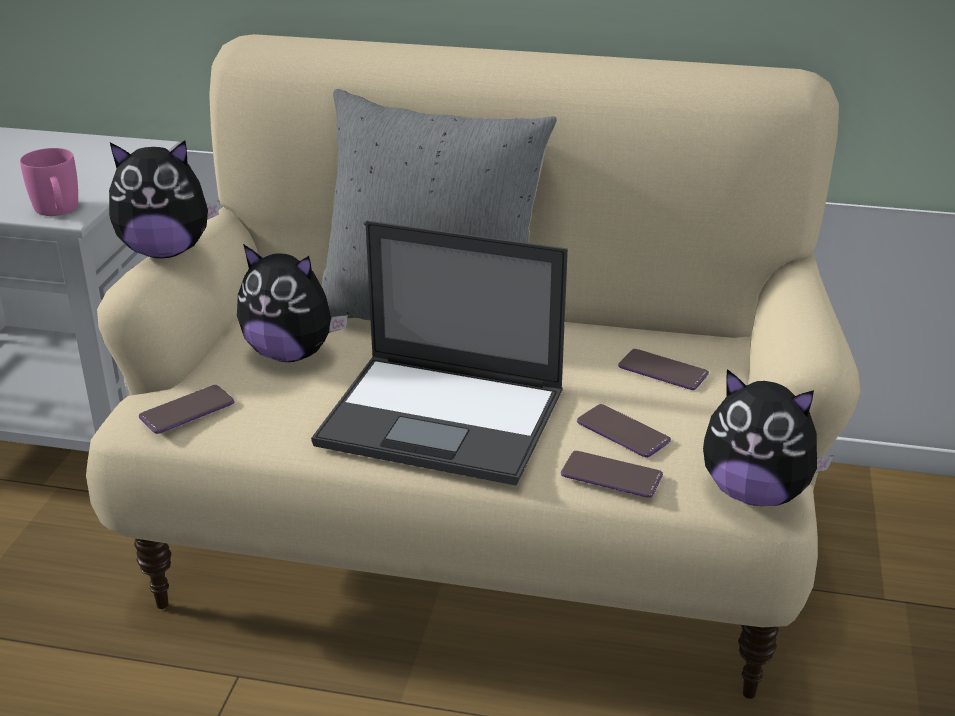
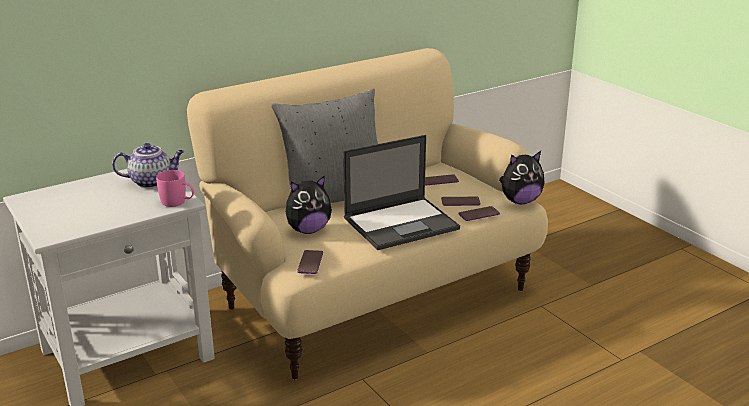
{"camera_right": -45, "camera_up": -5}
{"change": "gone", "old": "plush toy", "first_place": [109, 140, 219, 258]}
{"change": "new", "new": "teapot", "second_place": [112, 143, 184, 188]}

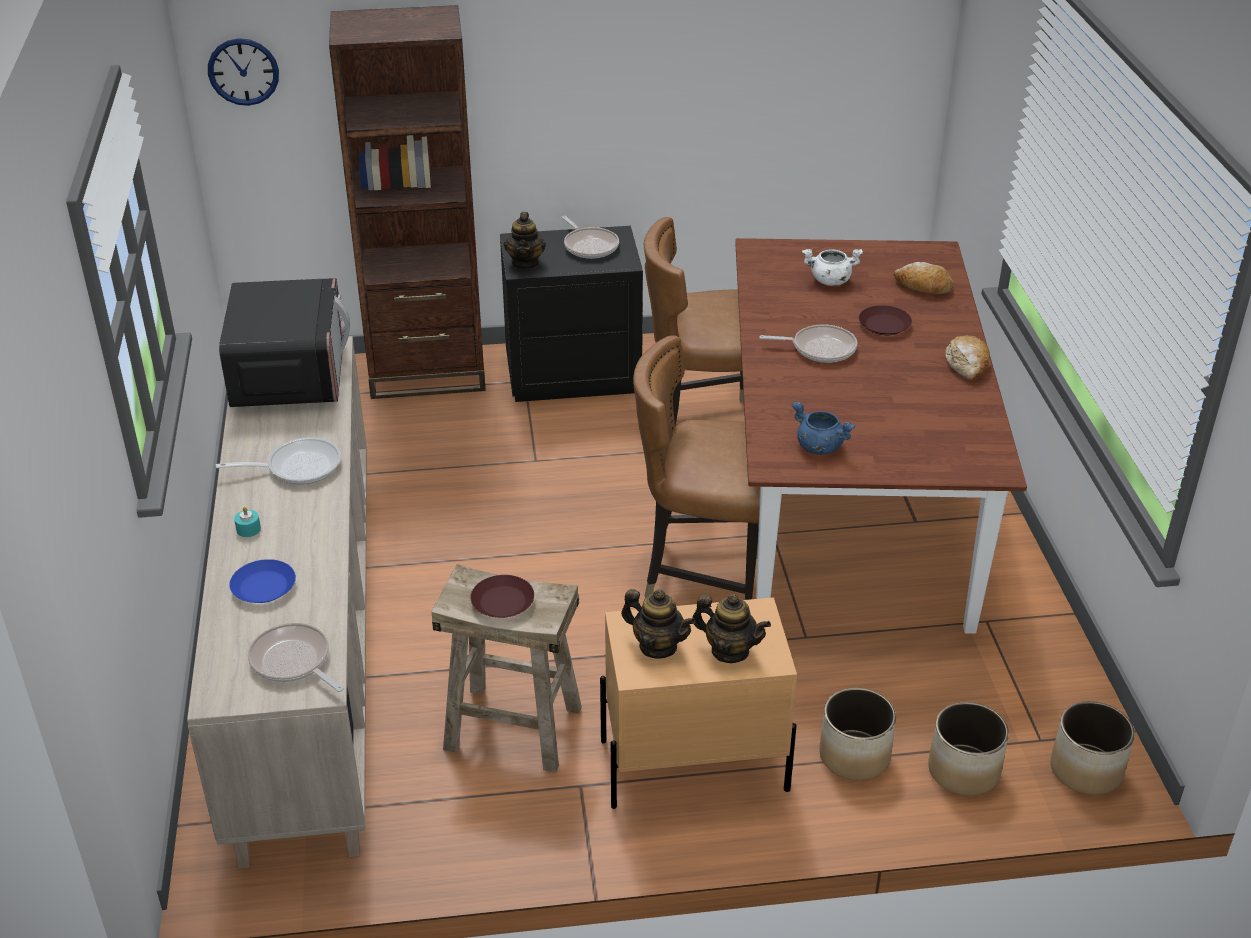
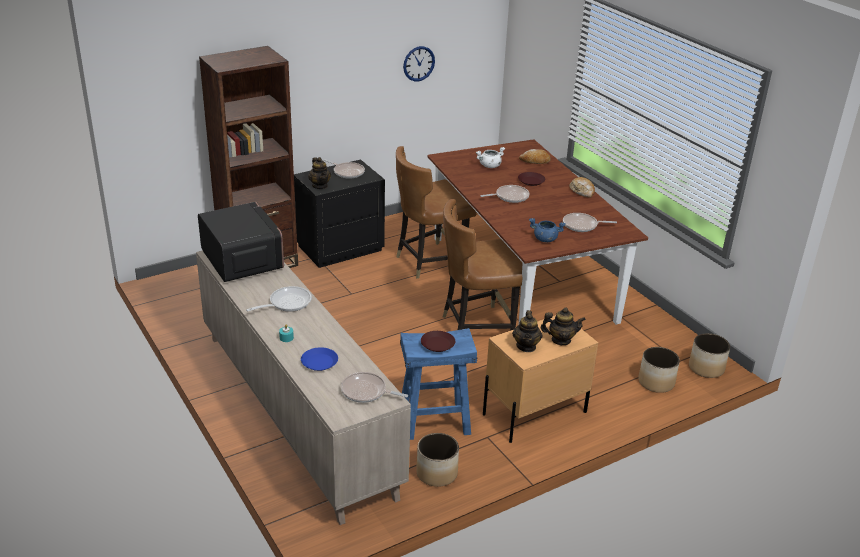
{"camera_right": -25, "camera_up": -5}
{"change": "shifted", "old": "wall clock", "first_place": [208, 38, 279, 106], "second_place": [403, 46, 435, 81]}
{"change": "repainted", "old": "beige stool", "new": "blue stool", "first_place": [432, 564, 582, 773], "second_place": [400, 328, 477, 440]}
{"change": "rotated", "old": "teapot", "first_place": [621, 589, 696, 659], "second_place": [512, 310, 543, 352], "degrees": 90}
{"change": "shifted", "old": "planter", "first_place": [819, 688, 896, 780], "second_place": [416, 433, 459, 487]}
{"change": "new", "new": "frying pan", "second_place": [563, 213, 617, 232]}

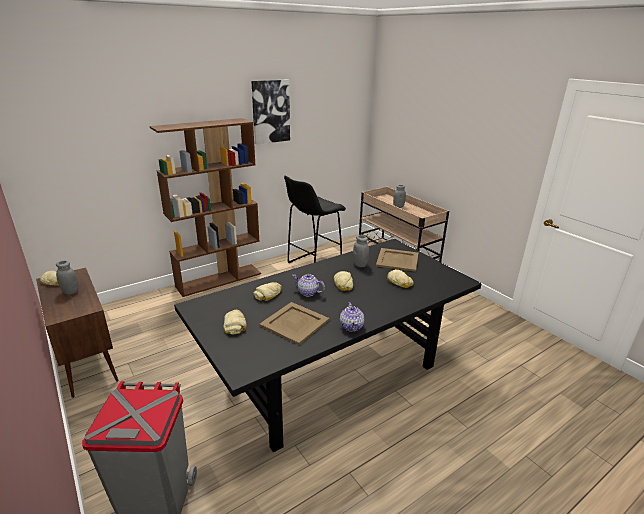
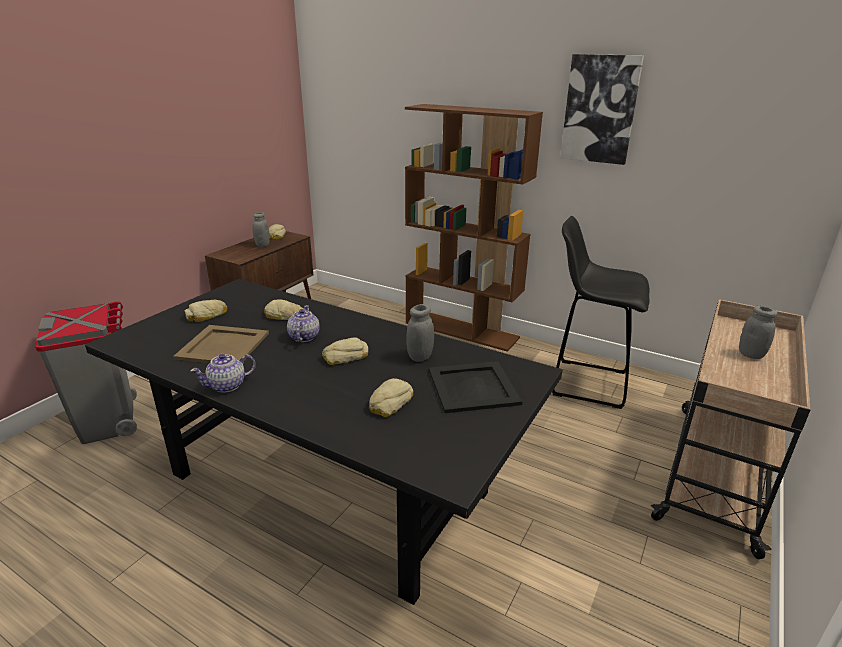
{"camera_right": 65, "camera_up": 0}
{"change": "repainted", "old": "beige tray", "new": "black tray", "first_place": [376, 248, 418, 272], "second_place": [429, 361, 522, 413]}

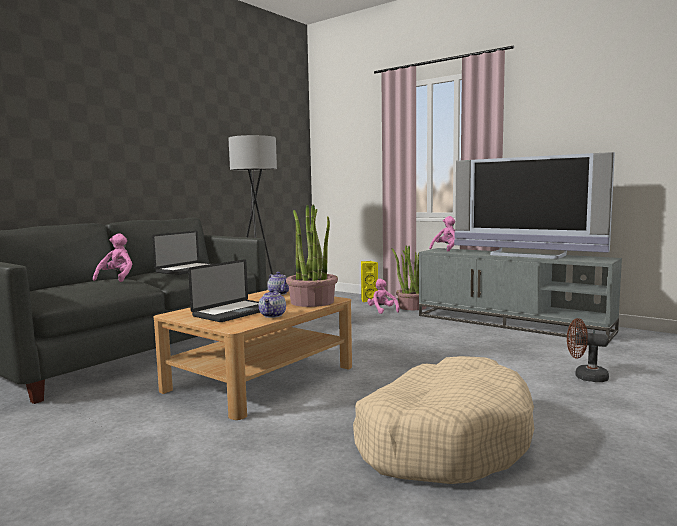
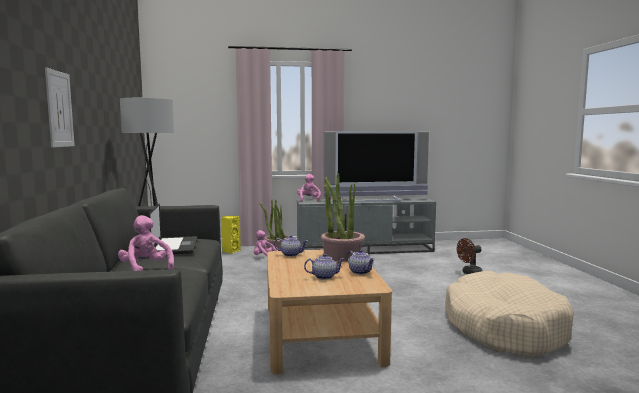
{"camera_right": -45, "camera_up": 0}
{"change": "swapped", "old": "laptop", "new": "teapot", "first_place": [188, 259, 260, 322], "second_place": [304, 253, 344, 280]}
{"change": "new", "new": "picture", "second_place": [45, 67, 75, 147]}

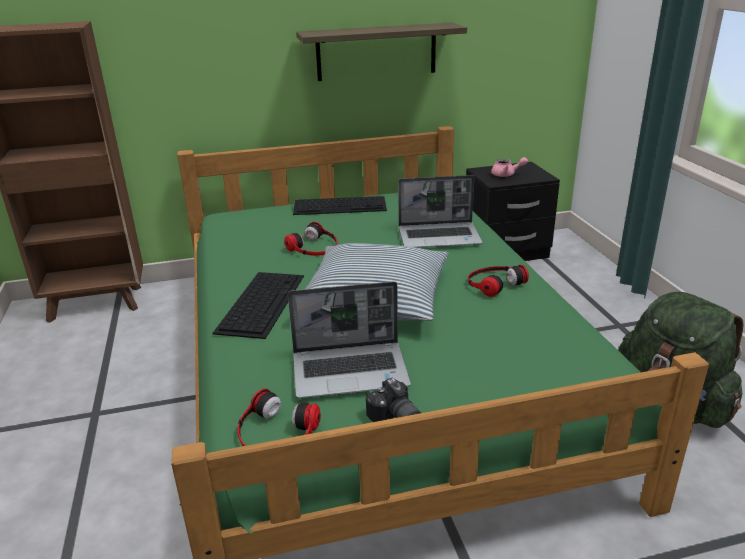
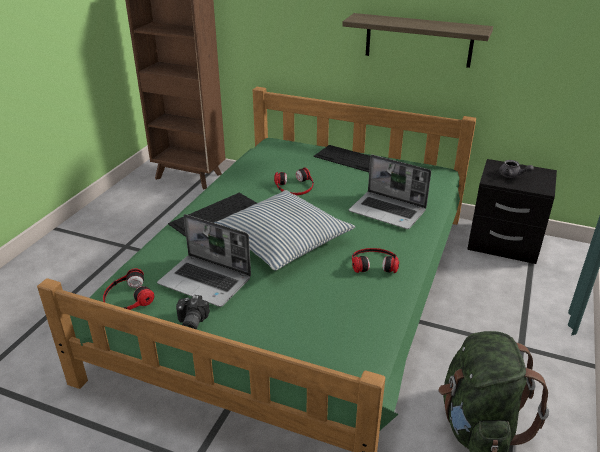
{"camera_right": 35, "camera_up": 5}
{"change": "repainted", "old": "pink teapot", "new": "grey teapot", "first_place": [491, 157, 528, 177], "second_place": [499, 160, 534, 178]}

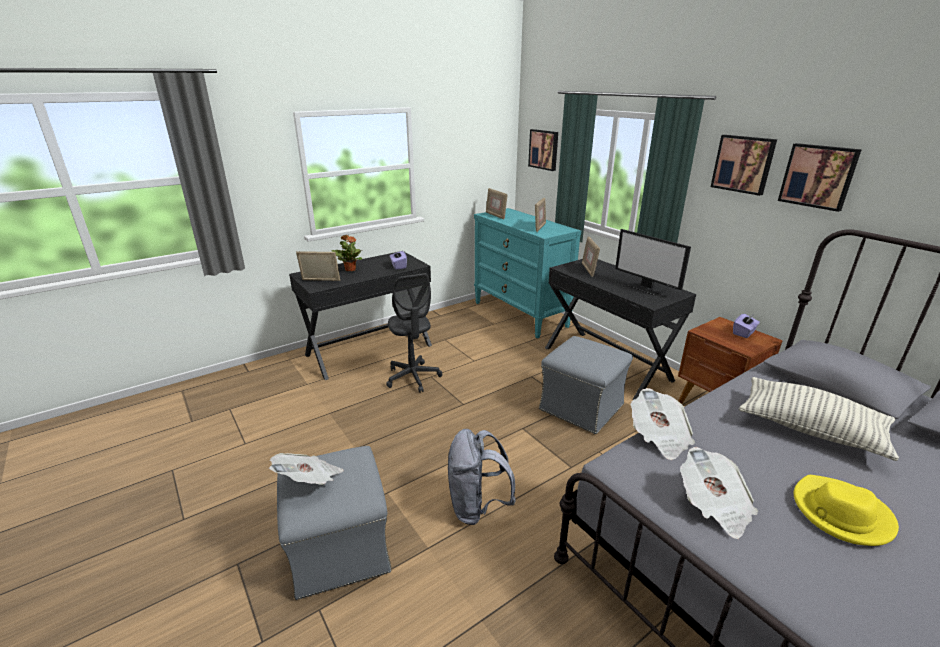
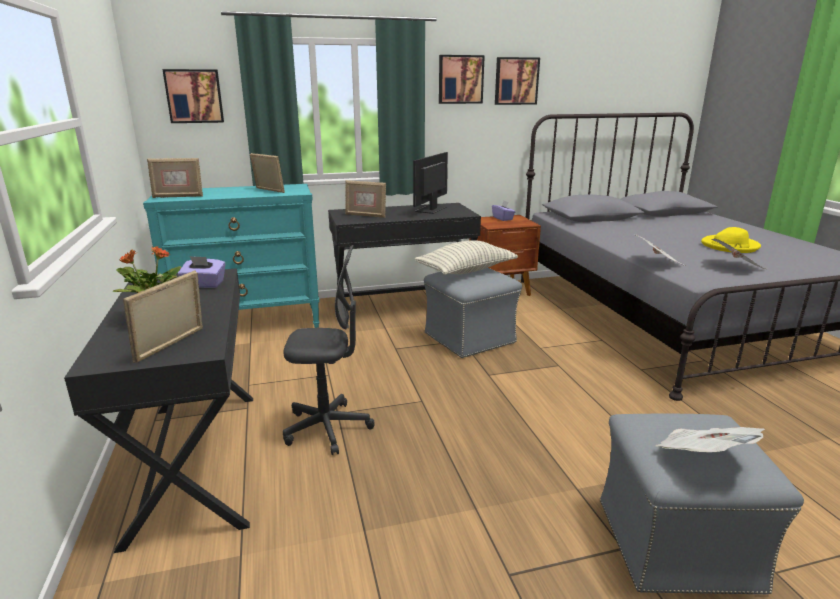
{"camera_right": -70, "camera_up": -5}
{"change": "gone", "old": "grey backpack", "first_place": [448, 429, 516, 525]}
{"change": "rotated", "old": "monitor", "first_place": [615, 229, 691, 295], "second_place": [413, 152, 448, 214], "degrees": 135}
{"change": "shifted", "old": "pillow", "first_place": [738, 377, 899, 461], "second_place": [415, 240, 518, 275]}

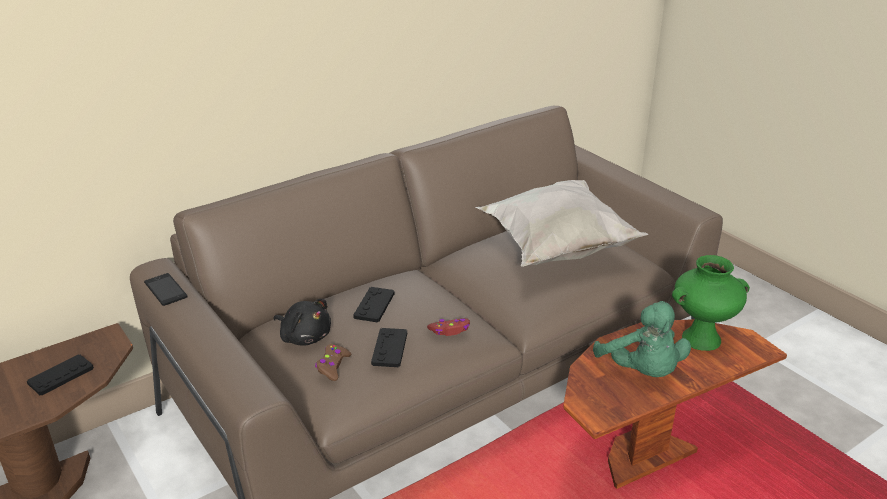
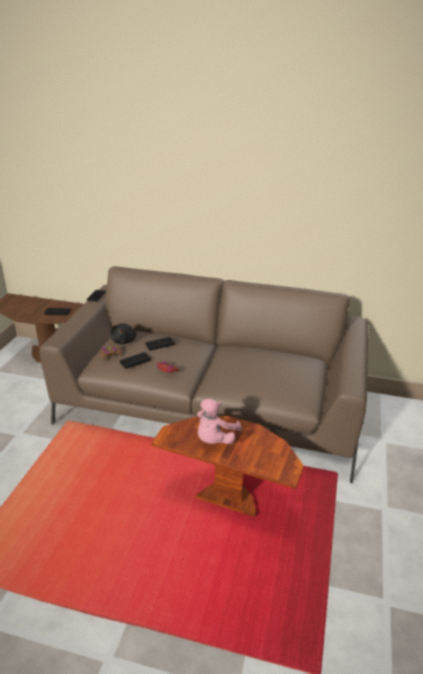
{"camera_right": 50, "camera_up": 0}
{"change": "gone", "old": "white pillow", "first_place": [475, 180, 649, 267]}
{"change": "repainted", "old": "green plush toy", "new": "pink plush toy", "first_place": [593, 301, 691, 377], "second_place": [197, 398, 242, 444]}
{"change": "gone", "old": "green vase", "first_place": [672, 255, 750, 351]}

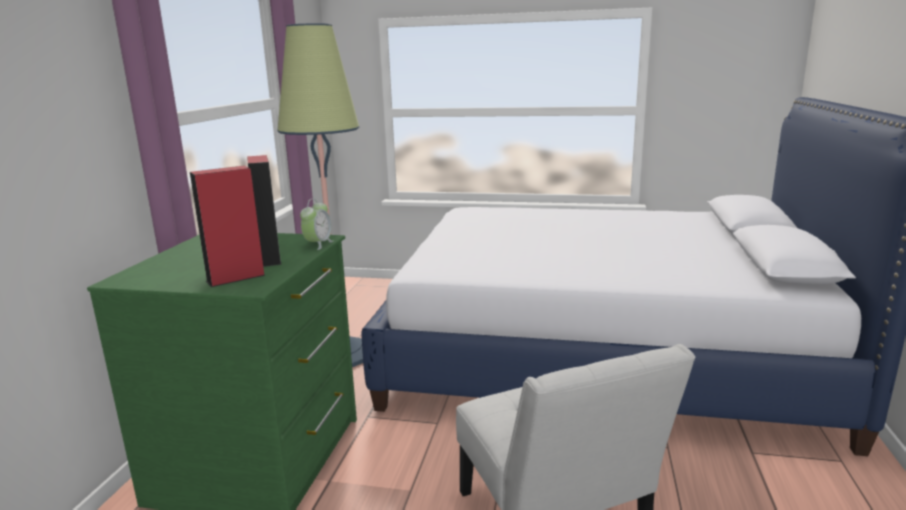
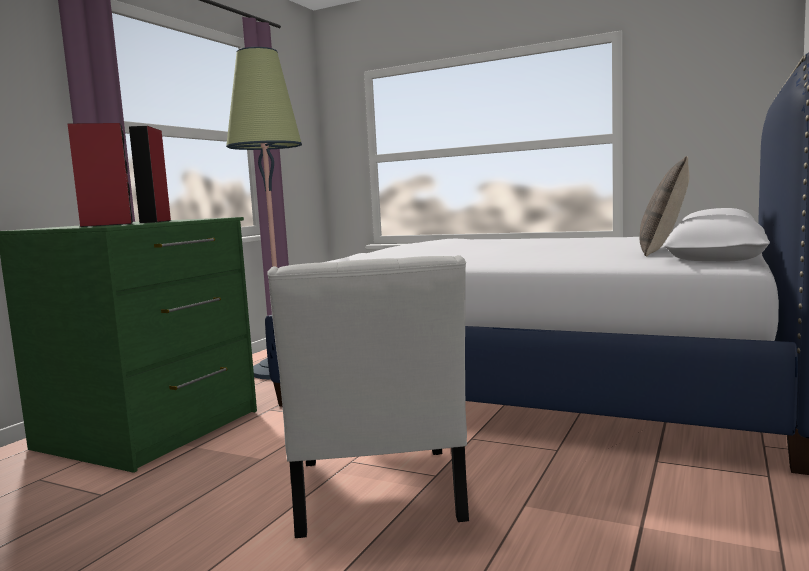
{"camera_right": 15, "camera_up": -10}
{"change": "gone", "old": "alarm clock", "first_place": [300, 199, 333, 250]}
{"change": "new", "new": "pillow", "second_place": [640, 156, 689, 257]}

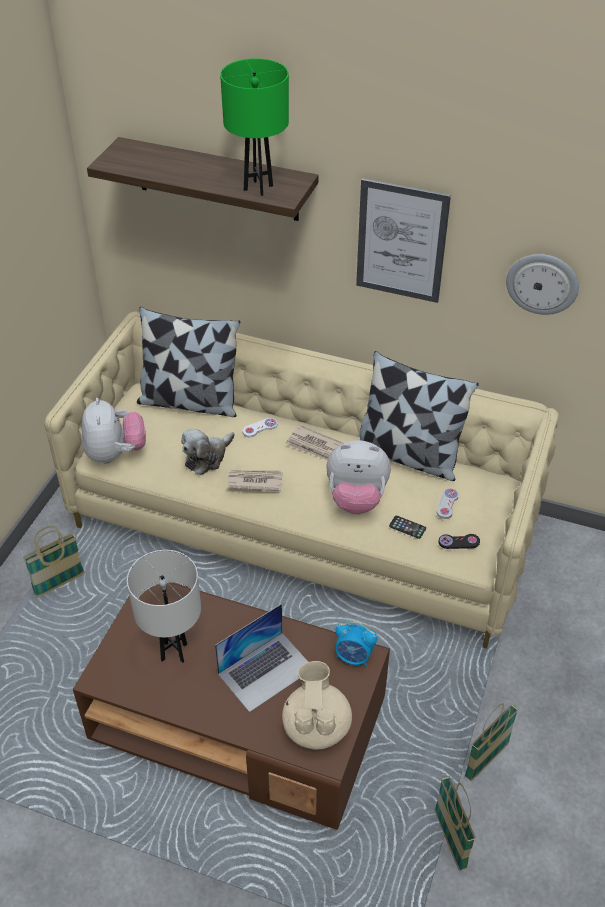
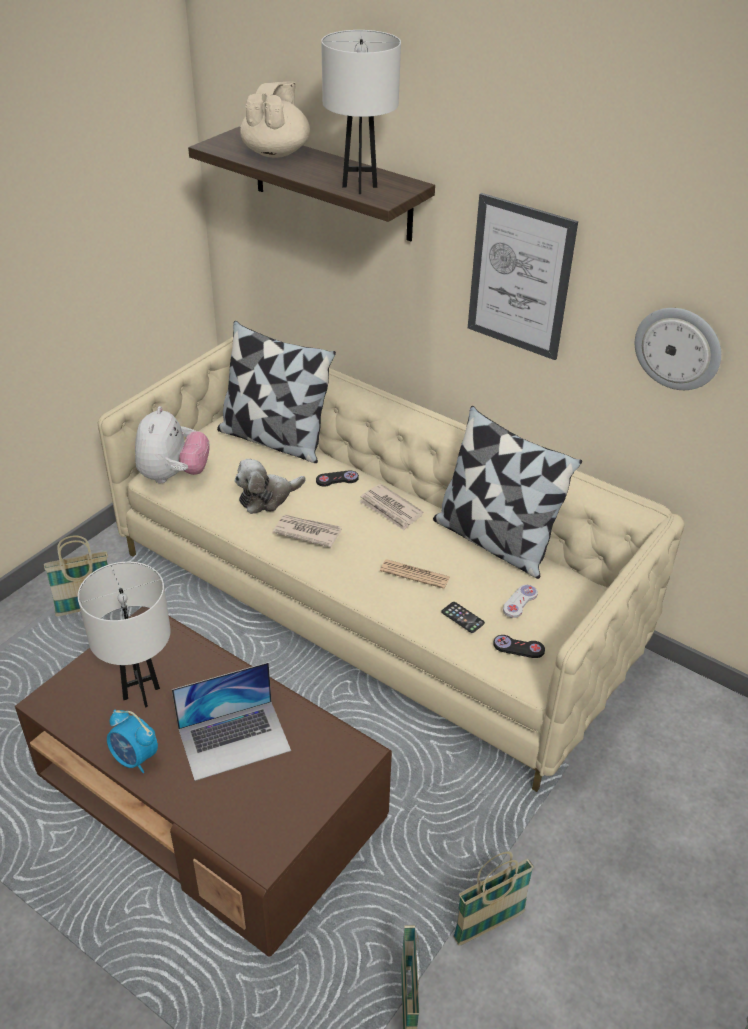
{"camera_right": 15, "camera_up": -5}
{"change": "repainted", "old": "green table lamp", "new": "white table lamp", "first_place": [220, 58, 289, 196], "second_place": [321, 30, 401, 194]}
{"change": "repainted", "old": "white game controller", "new": "black game controller", "first_place": [242, 418, 277, 437], "second_place": [316, 470, 359, 487]}
{"change": "shifted", "old": "beige teapot", "first_place": [282, 661, 352, 749], "second_place": [240, 82, 310, 158]}
{"change": "swapped", "old": "plush toy", "new": "newspaper", "first_place": [326, 440, 391, 514], "second_place": [380, 559, 450, 589]}
{"change": "shifted", "old": "alarm clock", "first_place": [335, 622, 378, 667], "second_place": [107, 710, 158, 773]}

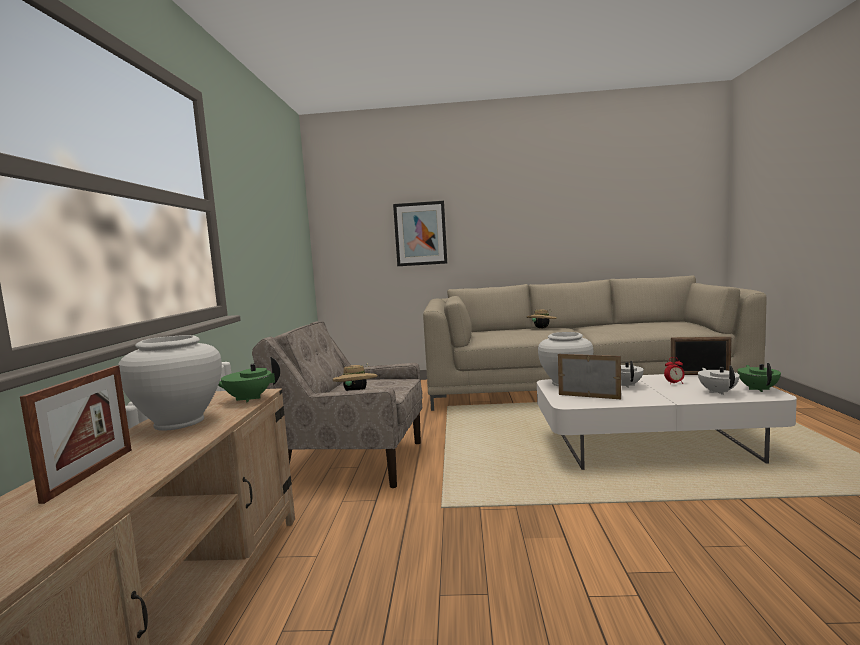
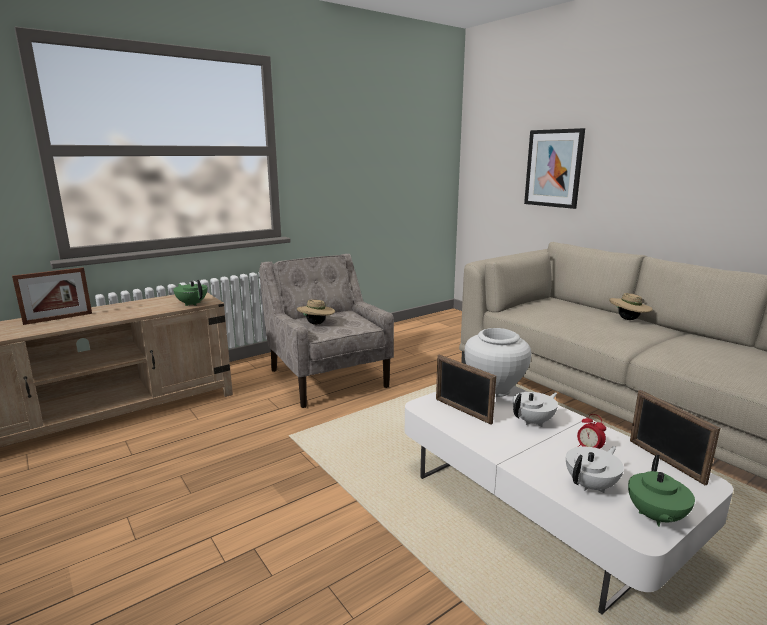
{"camera_right": 50, "camera_up": 10}
{"change": "gone", "old": "white vase", "first_place": [118, 335, 222, 431]}
{"change": "rotated", "old": "picture frame", "first_place": [558, 354, 621, 399], "second_place": [436, 354, 496, 424], "degrees": 150}
{"change": "rotated", "old": "green teapot", "first_place": [738, 363, 781, 392], "second_place": [628, 455, 695, 527], "degrees": 135}

